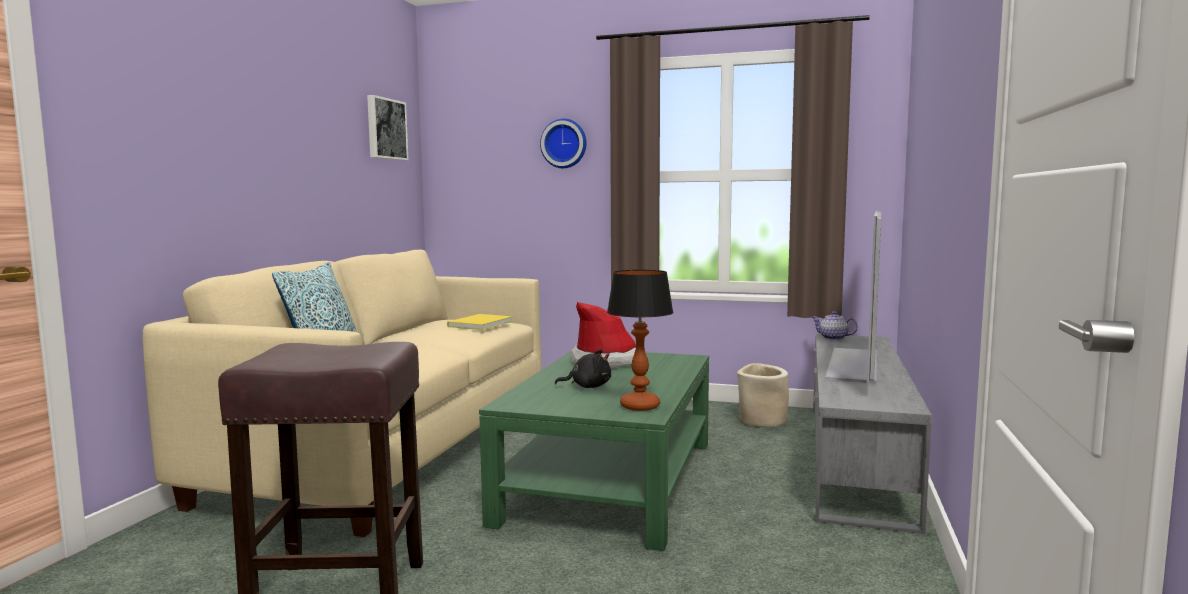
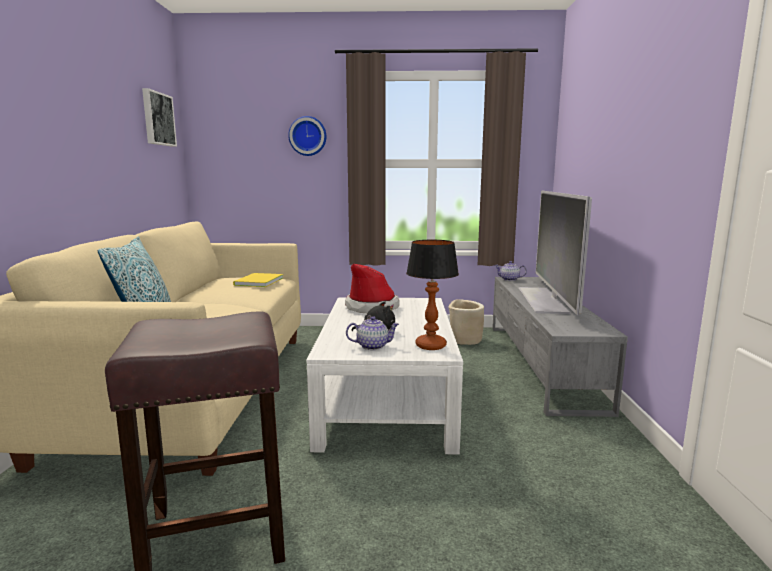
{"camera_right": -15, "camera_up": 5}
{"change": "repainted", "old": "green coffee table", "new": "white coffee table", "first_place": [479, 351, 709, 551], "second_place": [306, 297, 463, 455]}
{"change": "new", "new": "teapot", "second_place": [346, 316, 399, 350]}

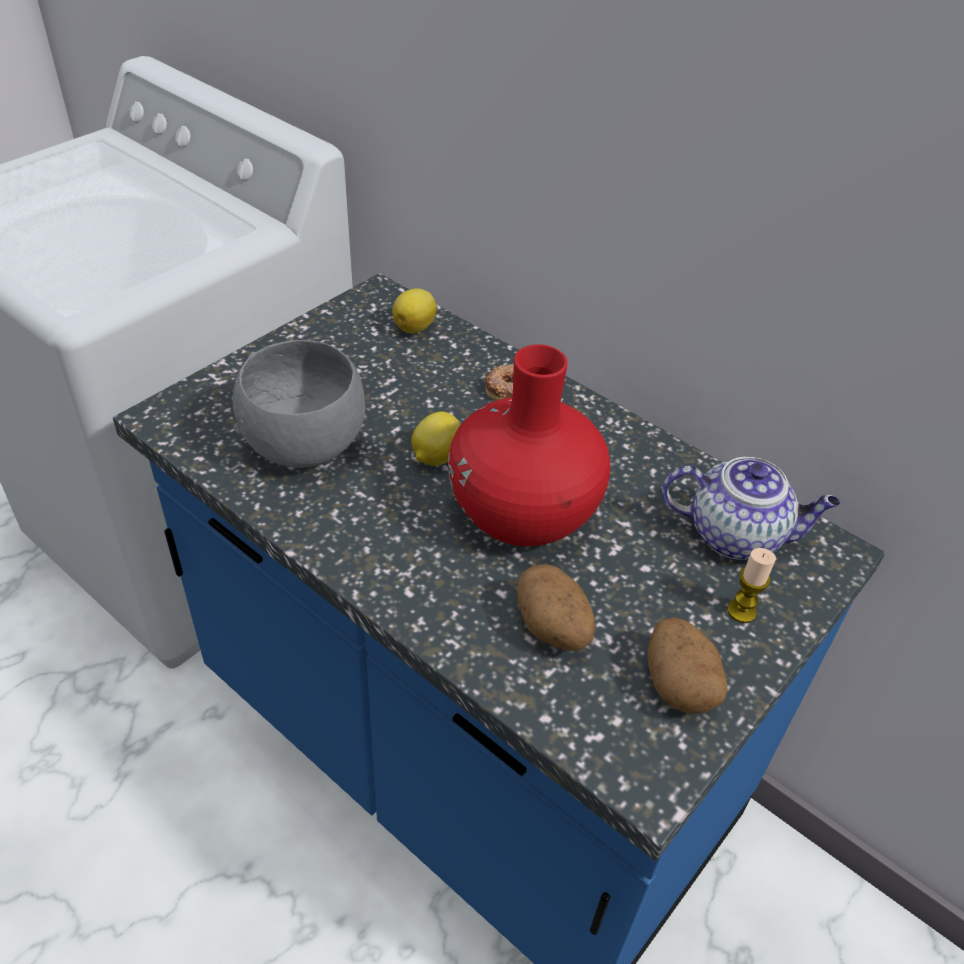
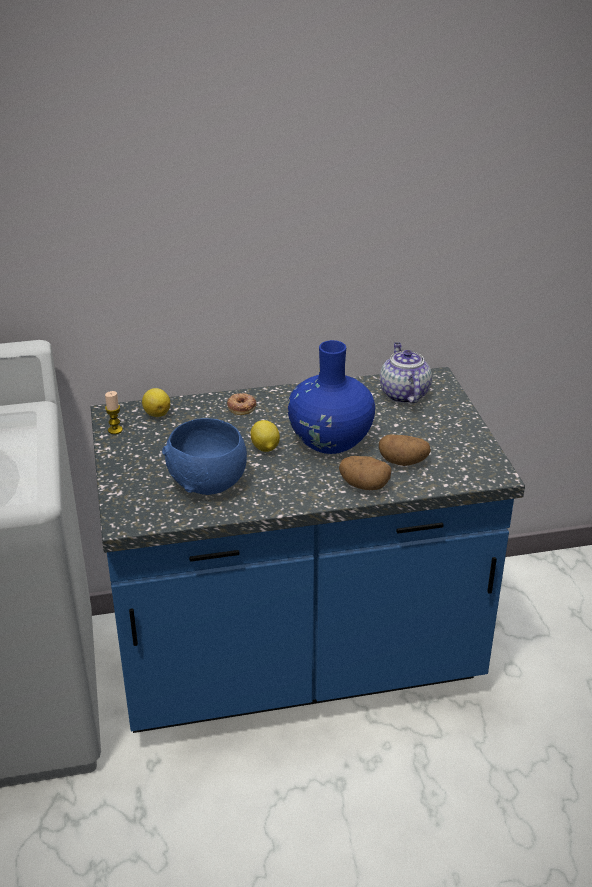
{"camera_right": -50, "camera_up": -10}
{"change": "repainted", "old": "grey bowl", "new": "blue bowl", "first_place": [233, 340, 365, 468], "second_place": [162, 418, 247, 495]}
{"change": "repainted", "old": "red vase", "new": "blue vase", "first_place": [448, 344, 610, 546], "second_place": [288, 340, 375, 454]}
{"change": "shifted", "old": "potato", "first_place": [647, 617, 728, 714], "second_place": [339, 456, 391, 490]}
{"change": "rotated", "old": "teapot", "first_place": [662, 457, 840, 560], "second_place": [380, 342, 432, 403], "degrees": -60}
{"change": "shifted", "old": "candle", "first_place": [727, 548, 776, 623], "second_place": [105, 391, 123, 434]}

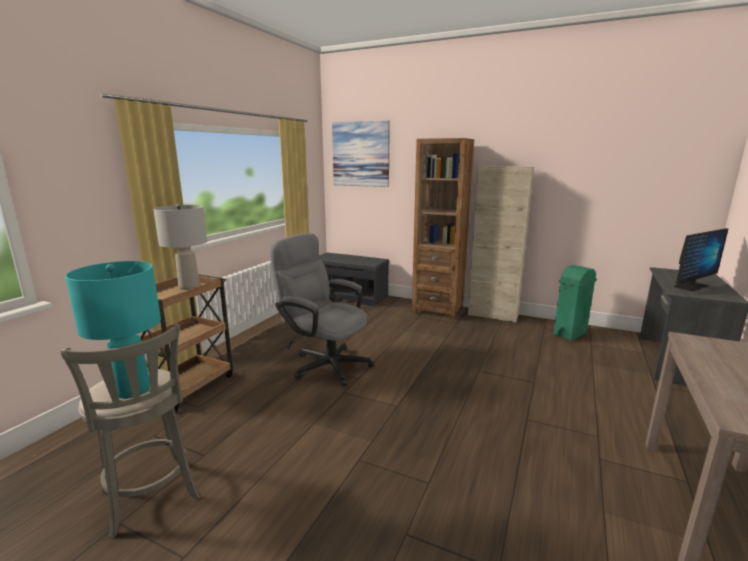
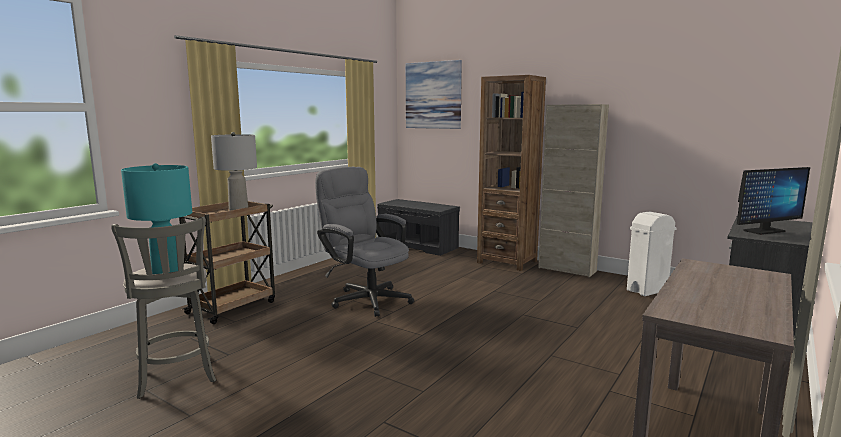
{"camera_right": 10, "camera_up": -5}
{"change": "repainted", "old": "green trash can", "new": "white trash can", "first_place": [553, 265, 597, 341], "second_place": [627, 212, 677, 296]}

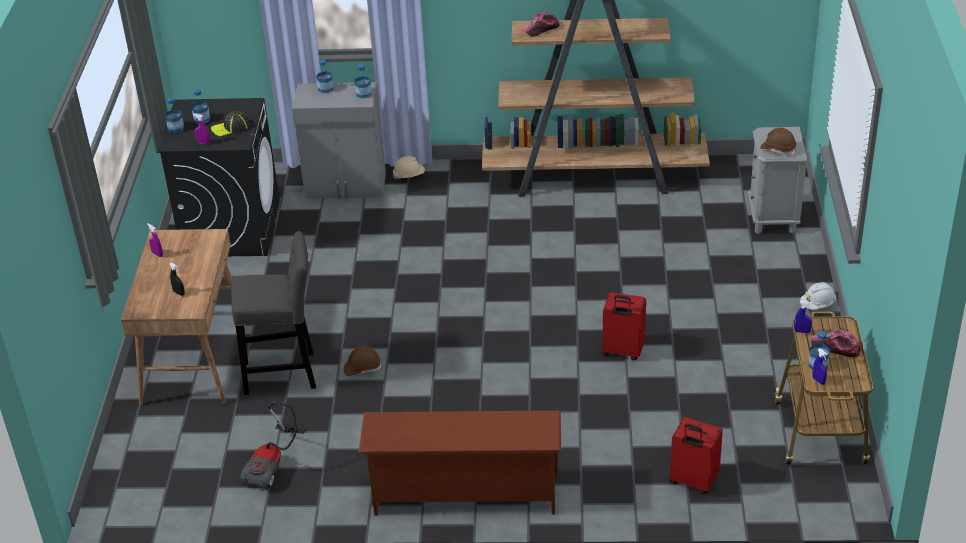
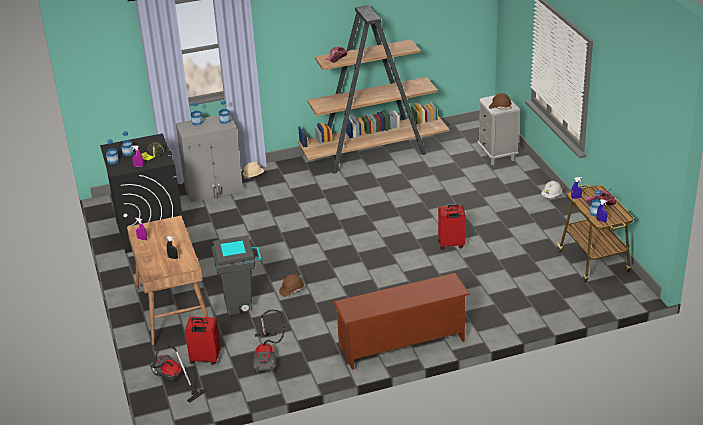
{"camera_right": -20, "camera_up": -5}
{"change": "swapped", "old": "grey stool", "new": "grey trash can", "first_place": [231, 231, 316, 395], "second_place": [212, 235, 261, 316]}
{"change": "shifted", "old": "red suitcase", "first_place": [670, 417, 723, 494], "second_place": [185, 316, 221, 365]}
{"change": "new", "new": "vacuum cleaner", "second_place": [150, 345, 207, 403]}

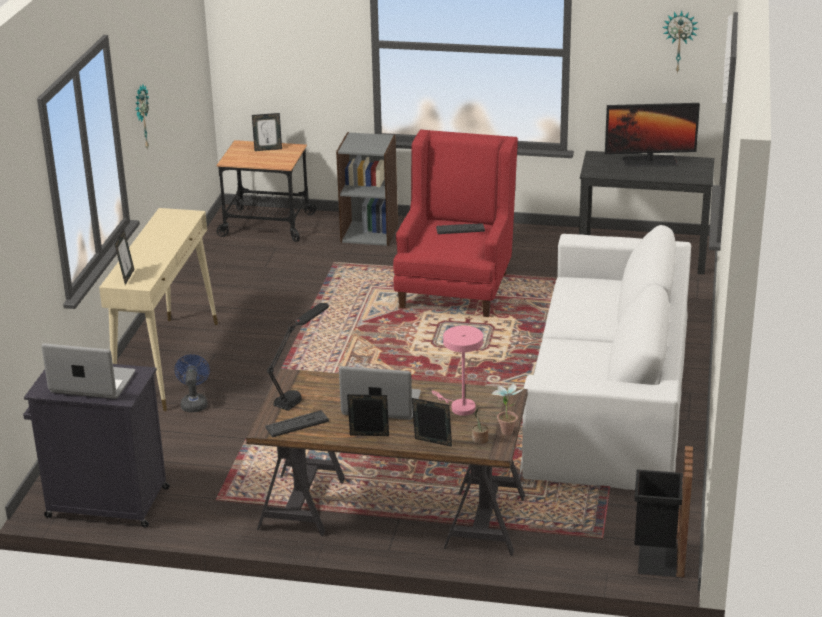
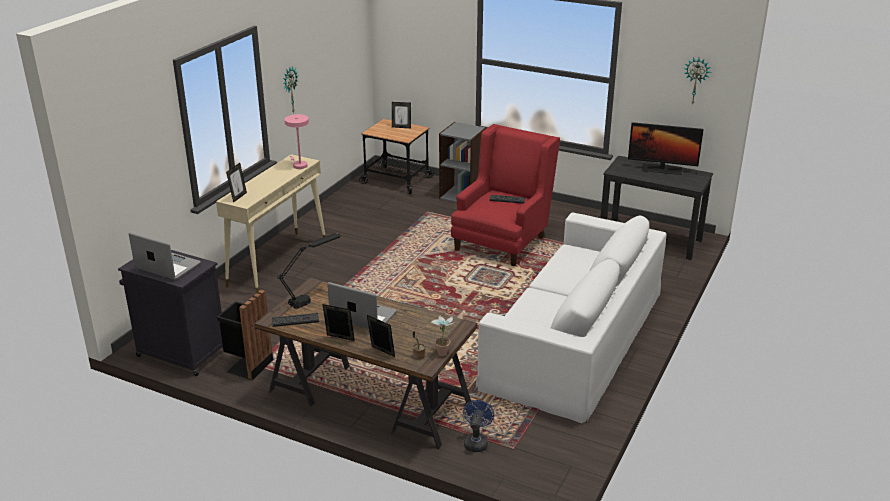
{"camera_right": 15, "camera_up": 0}
{"change": "shifted", "old": "blue fan", "first_place": [174, 354, 210, 412], "second_place": [463, 400, 494, 452]}
{"change": "shifted", "old": "pink table lamp", "first_place": [432, 325, 483, 416], "second_place": [284, 114, 309, 169]}
{"change": "shifted", "old": "black trash can", "first_place": [634, 446, 693, 578], "second_place": [216, 290, 273, 380]}

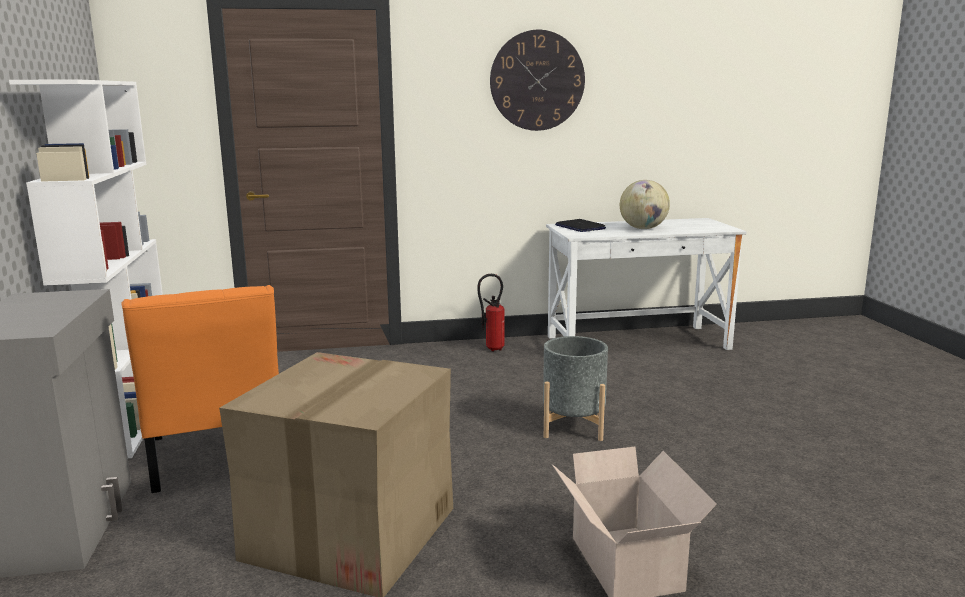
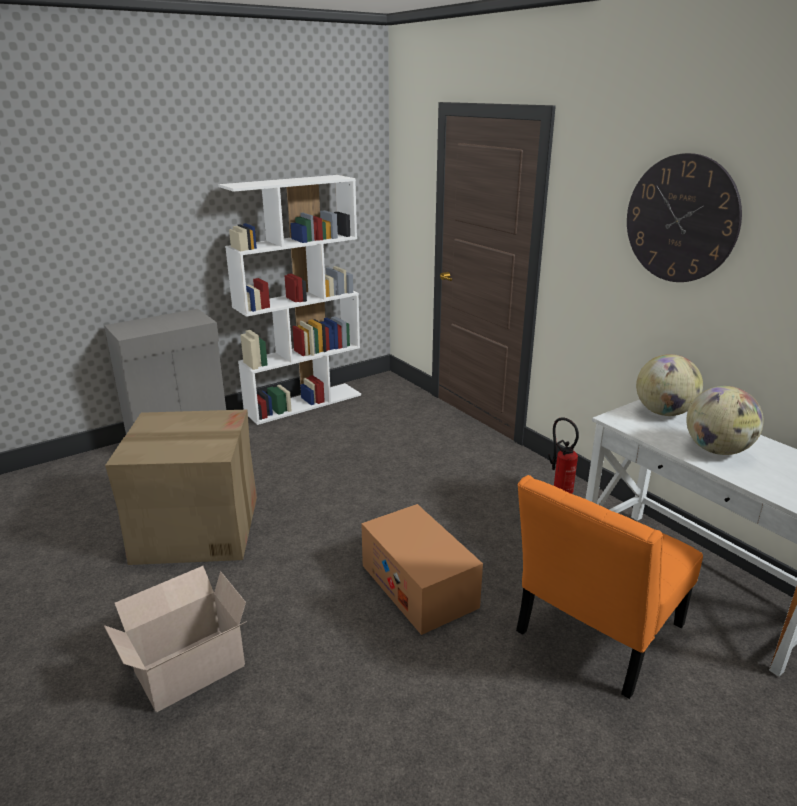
{"camera_right": 65, "camera_up": 10}
{"change": "shifted", "old": "orange chair", "first_place": [122, 285, 279, 493], "second_place": [516, 475, 703, 699]}
{"change": "swapped", "old": "grey planter", "new": "cardboard box", "first_place": [543, 336, 608, 441], "second_place": [361, 504, 483, 635]}
{"change": "swapped", "old": "laptop", "new": "globe", "first_place": [555, 219, 606, 232], "second_place": [636, 354, 703, 416]}

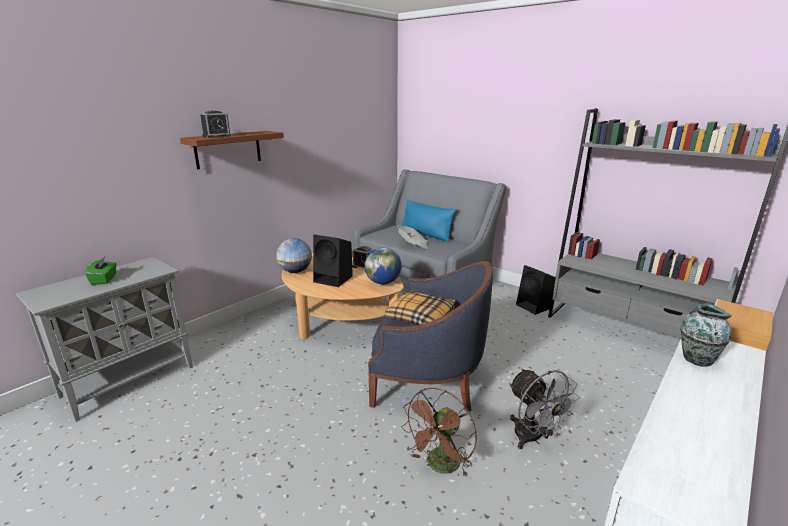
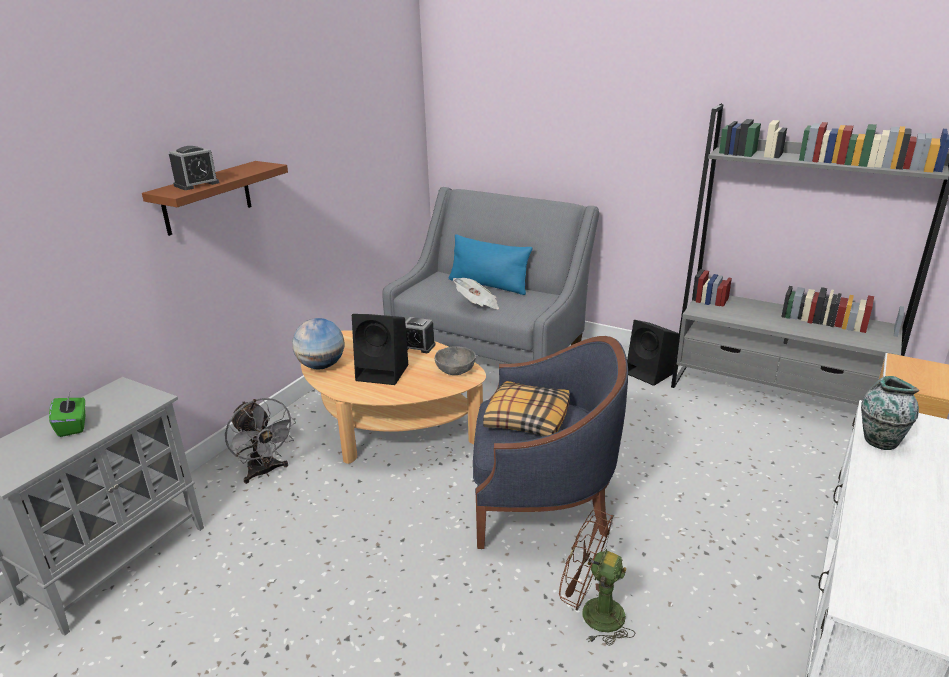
{"camera_right": -10, "camera_up": 5}
{"change": "swapped", "old": "globe", "new": "grey bowl", "first_place": [364, 247, 402, 284], "second_place": [435, 346, 476, 375]}
{"change": "rotated", "old": "brown fan", "first_place": [401, 388, 477, 478], "second_place": [559, 509, 635, 646], "degrees": 90}
{"change": "shifted", "old": "grey fan", "first_place": [509, 368, 580, 449], "second_place": [225, 398, 296, 484]}

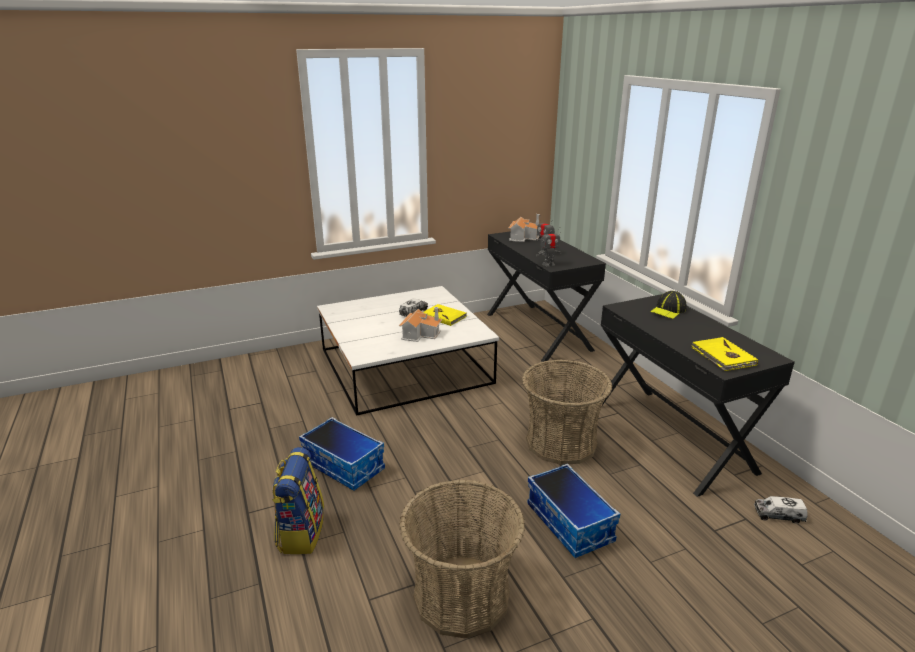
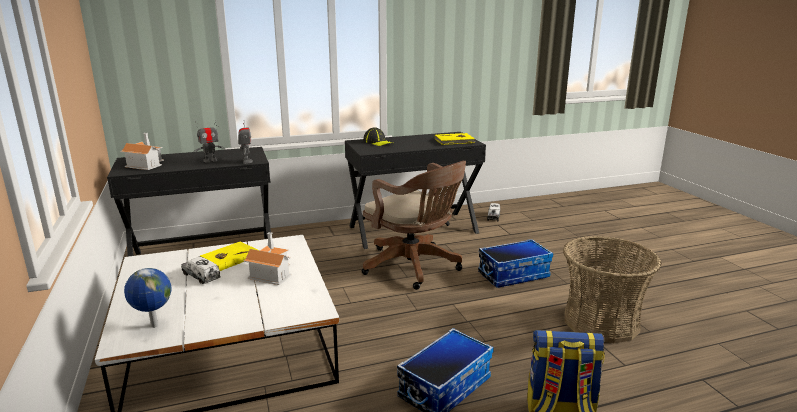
{"camera_right": -85, "camera_up": -5}
{"change": "swapped", "old": "basket", "new": "brown office chair", "first_place": [522, 359, 613, 465], "second_place": [362, 161, 466, 290]}
{"change": "new", "new": "globe", "second_place": [124, 268, 172, 328]}

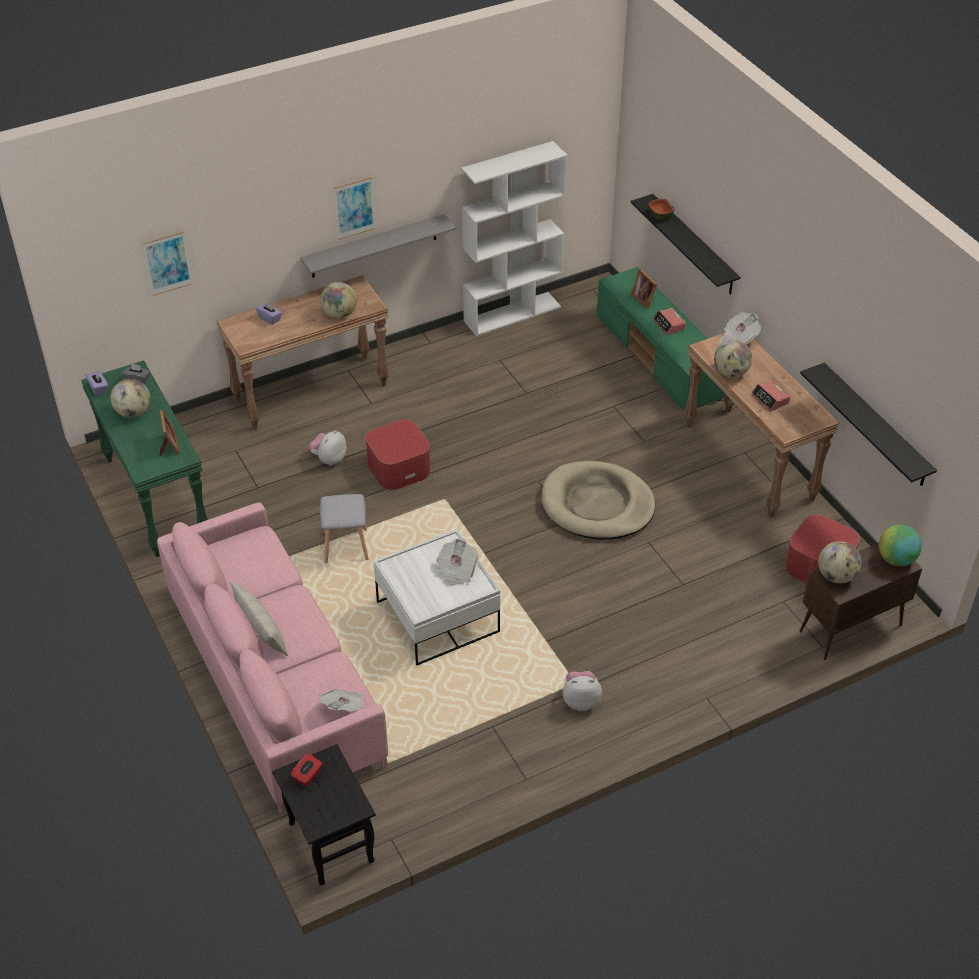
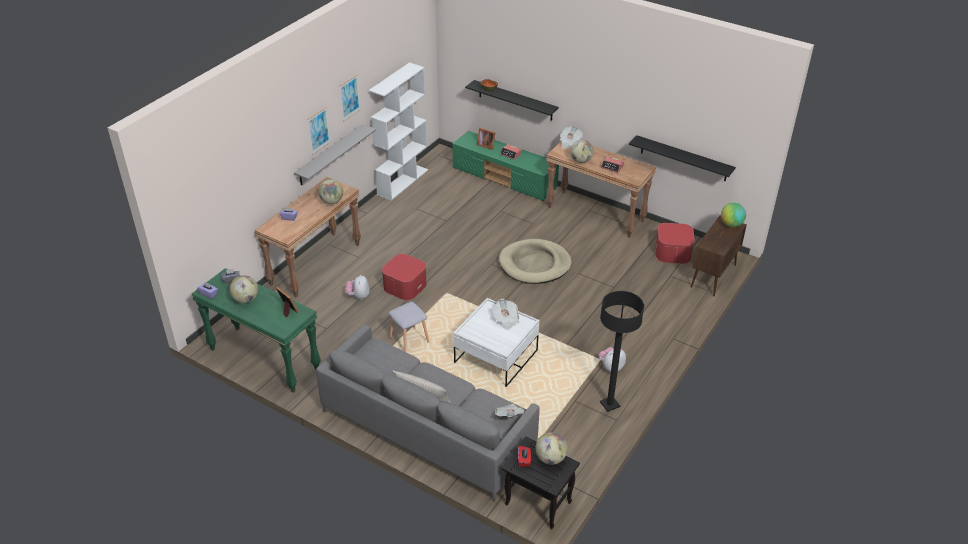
{"camera_right": -30, "camera_up": -5}
{"change": "shifted", "old": "picture", "first_place": [143, 231, 193, 296], "second_place": [339, 74, 360, 121]}
{"change": "repainted", "old": "pink sofa", "new": "grey sofa", "first_place": [157, 502, 388, 813], "second_place": [316, 324, 540, 502]}
{"change": "shifted", "old": "globe", "first_place": [818, 541, 861, 583], "second_place": [535, 432, 567, 465]}
{"change": "new", "new": "black floor lamp", "second_place": [600, 291, 644, 412]}

